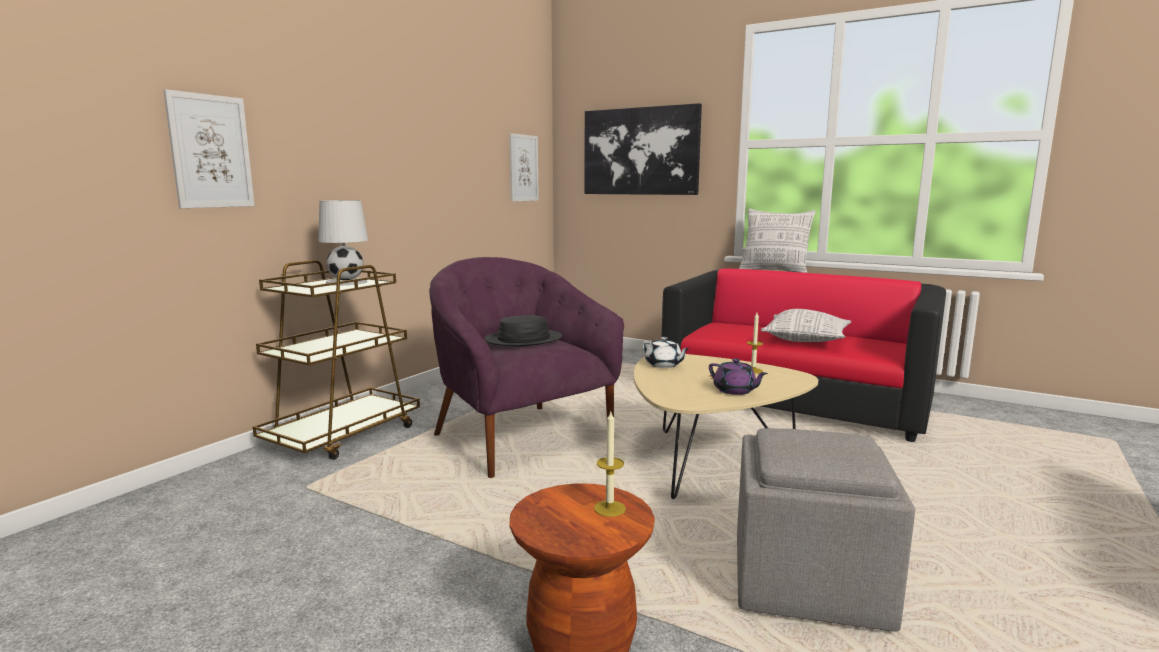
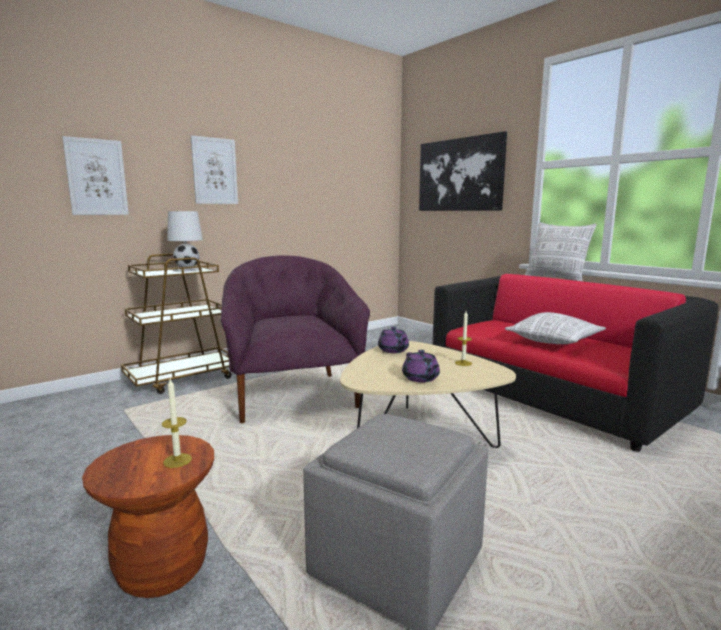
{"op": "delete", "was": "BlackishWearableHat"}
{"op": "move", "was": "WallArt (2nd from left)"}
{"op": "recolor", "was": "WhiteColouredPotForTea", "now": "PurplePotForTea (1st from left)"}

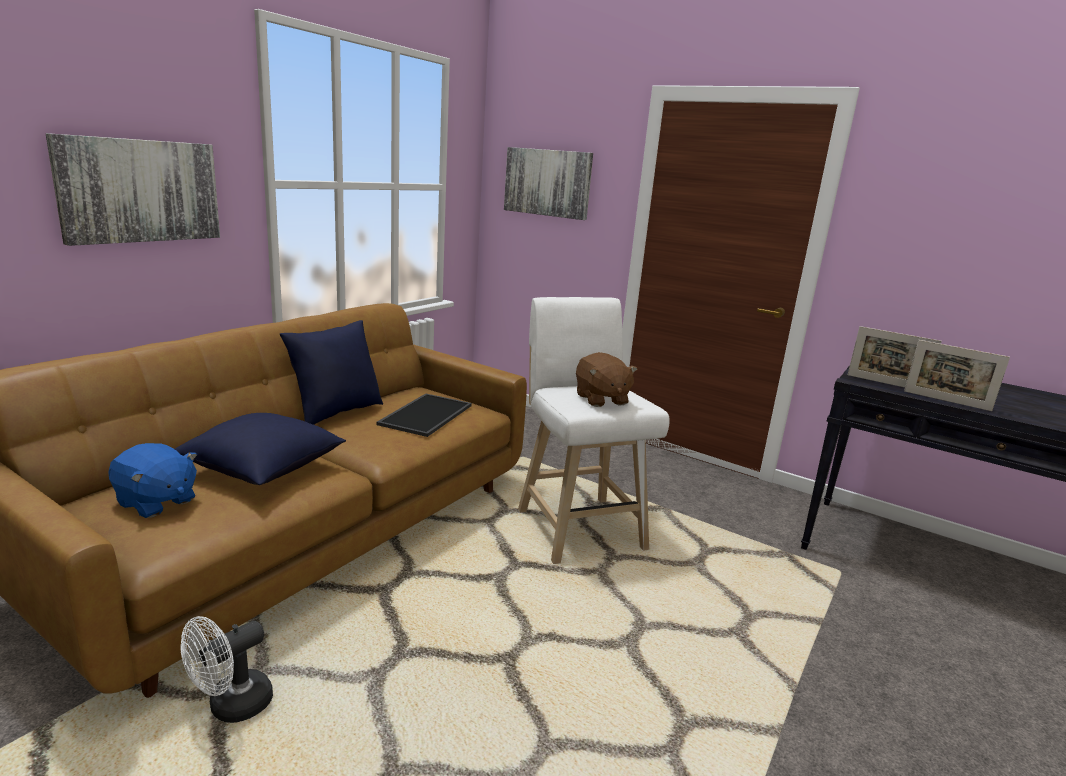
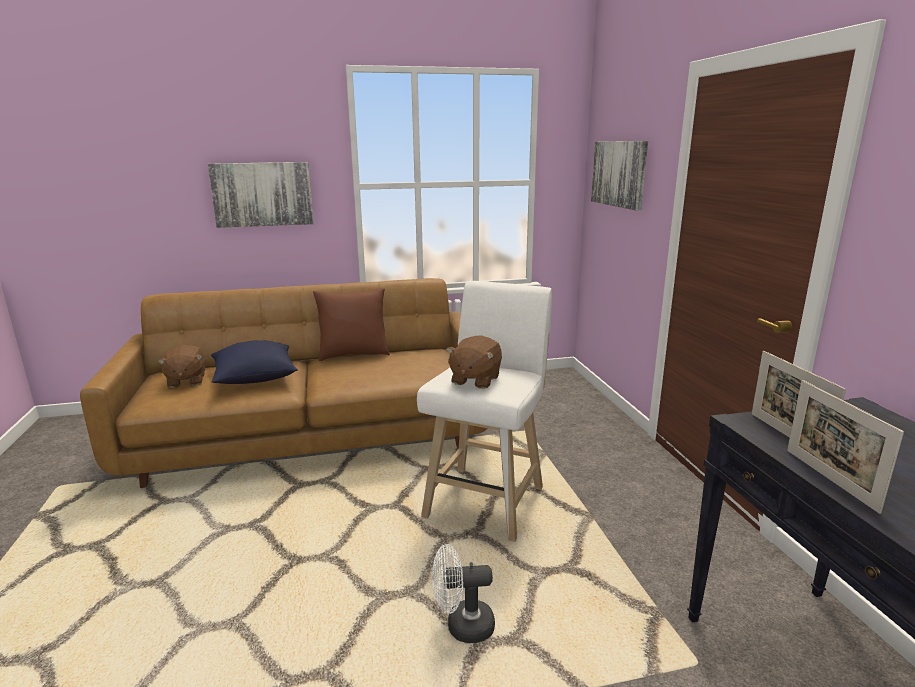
{"op": "recolor", "was": "BlueSoftToy", "now": "BrownColouredSoftToy (1st from left)"}
{"op": "move", "was": "WhiteColouredCoolingFan"}
{"op": "recolor", "was": "BlueCushion (2nd from left)", "now": "BrownColouredCushion"}
{"op": "delete", "was": "Tray"}

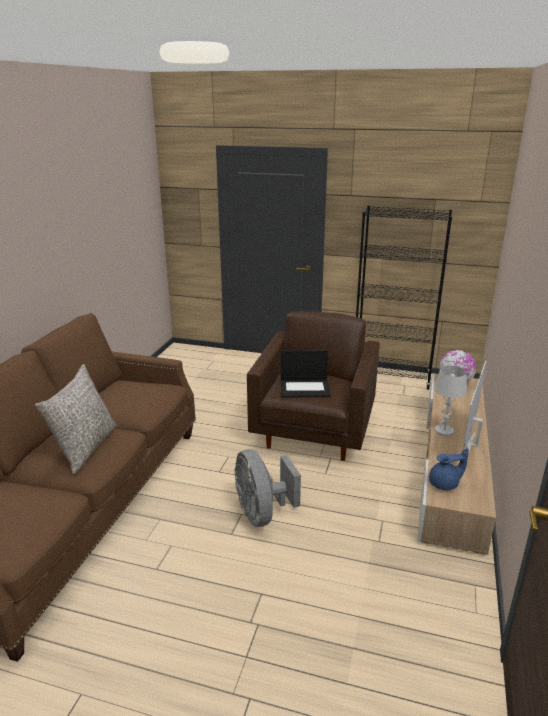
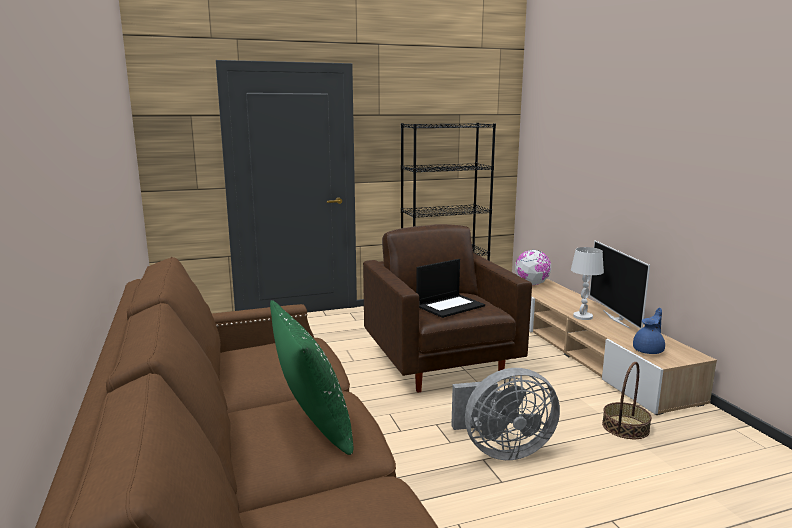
{"op": "recolor", "was": "GreyCushion", "now": "GreenishCushion"}
{"op": "rotate", "was": "GreyCoolingFan", "clockwise": -45}
{"op": "insert", "now": "Basket"}

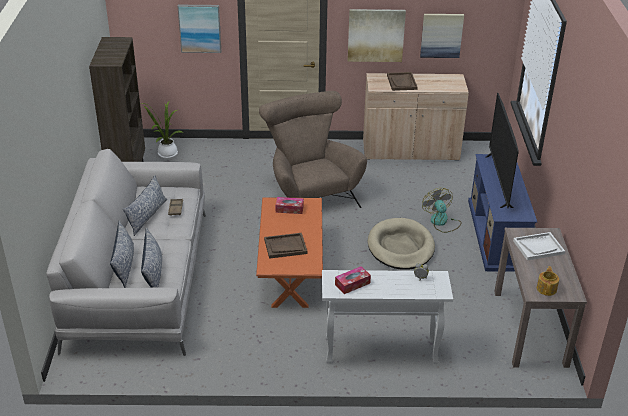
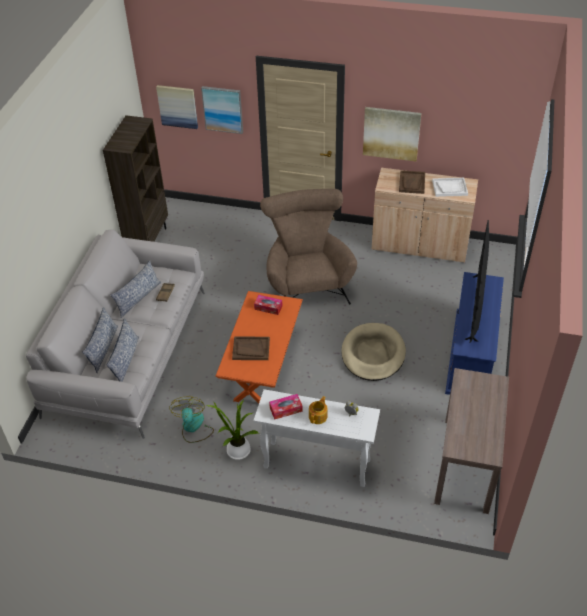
{"op": "move", "was": "PlantInAPot"}
{"op": "move", "was": "WallArt (3rd from left in the first image)", "now": "WallArt (1st from left)"}
{"op": "move", "was": "CoolingFan"}
{"op": "move", "was": "WhiteColouredTray"}
{"op": "move", "was": "PotForTea"}

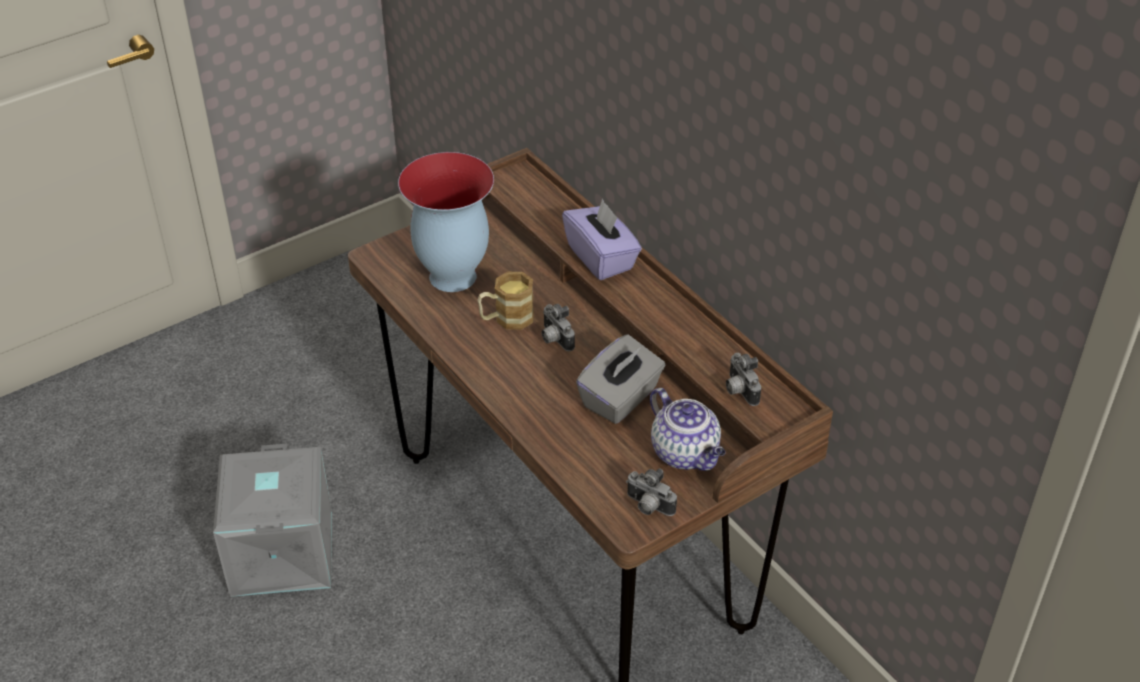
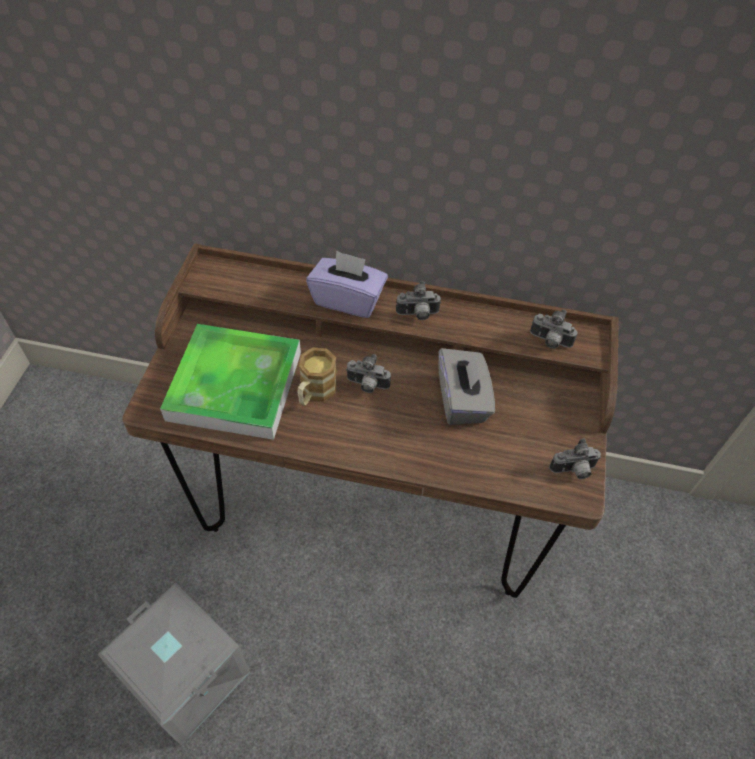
{"op": "replace", "was": "Vase", "now": "Tray"}
{"op": "delete", "was": "PotForTea"}
{"op": "insert", "now": "StillCamera (2nd from left)"}

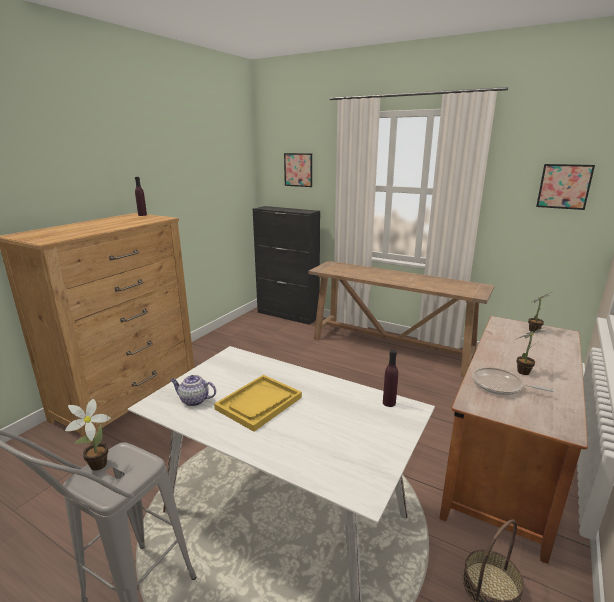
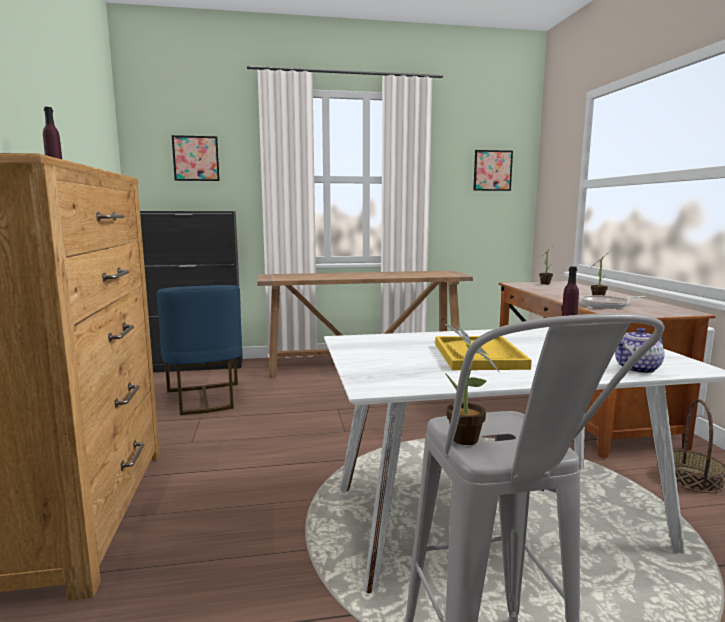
{"op": "move", "was": "PotForTea"}
{"op": "insert", "now": "BlueChair"}

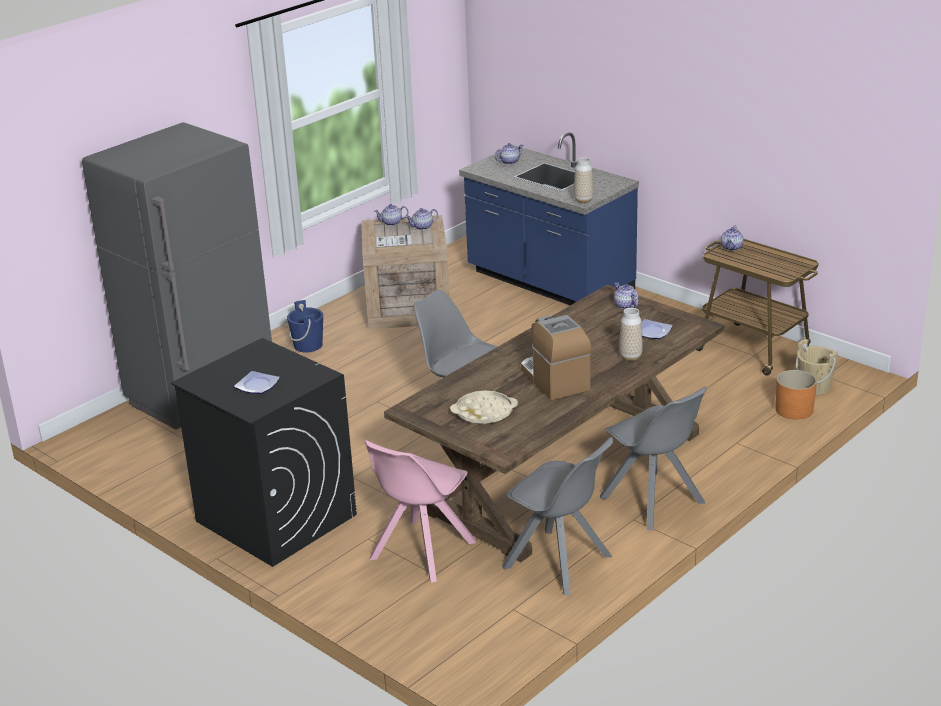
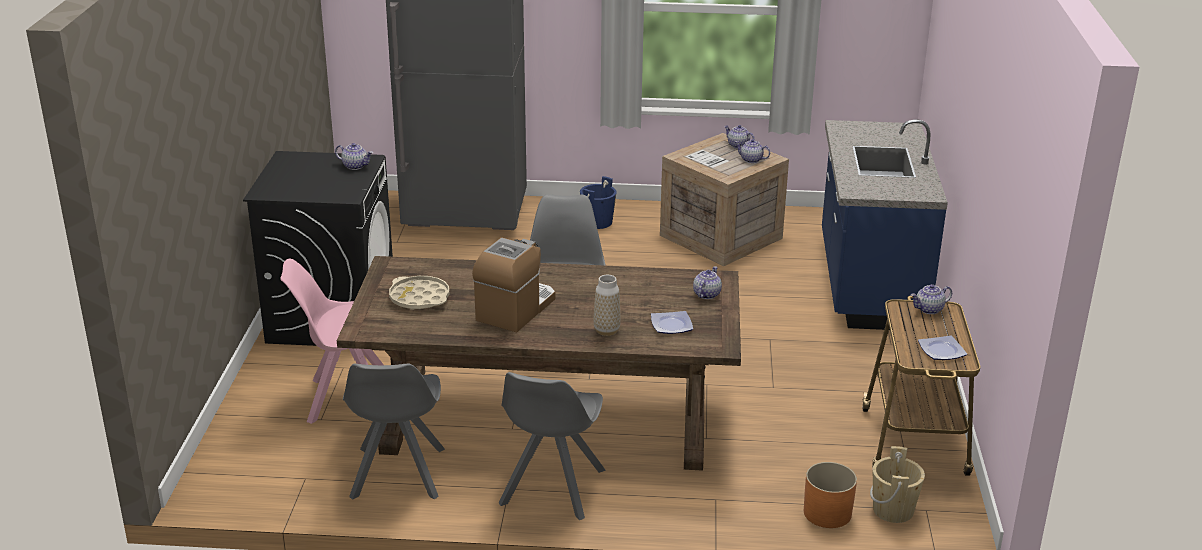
{"op": "move", "was": "Plate (1st from left in the first image)", "now": "Plate (2nd from left)"}
{"op": "move", "was": "PotForTea (3rd from left in the first image)", "now": "PotForTea (1st from left)"}
{"op": "delete", "was": "Vase (1st from left)"}

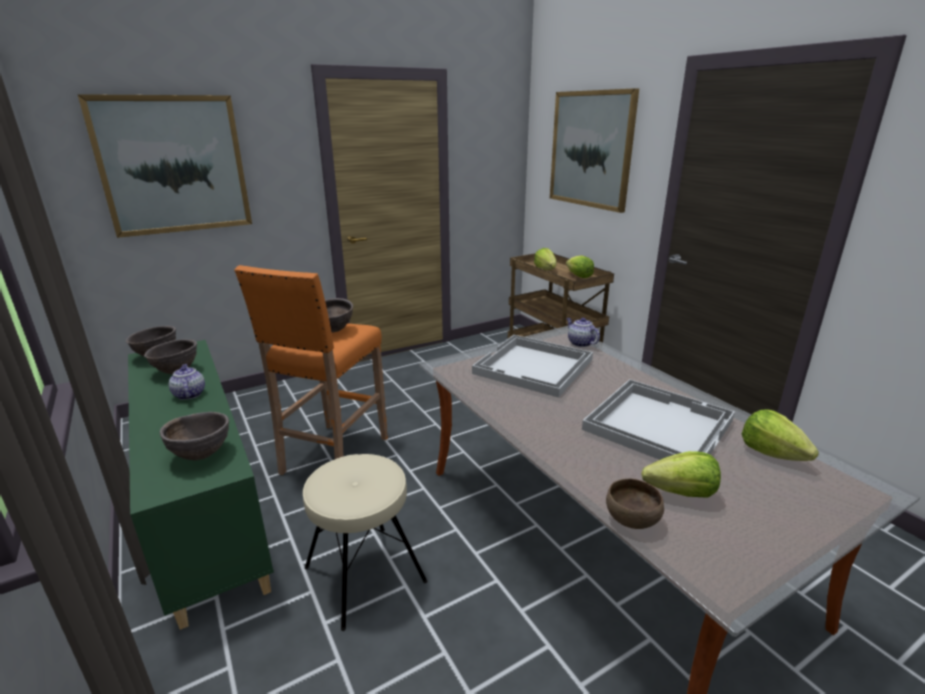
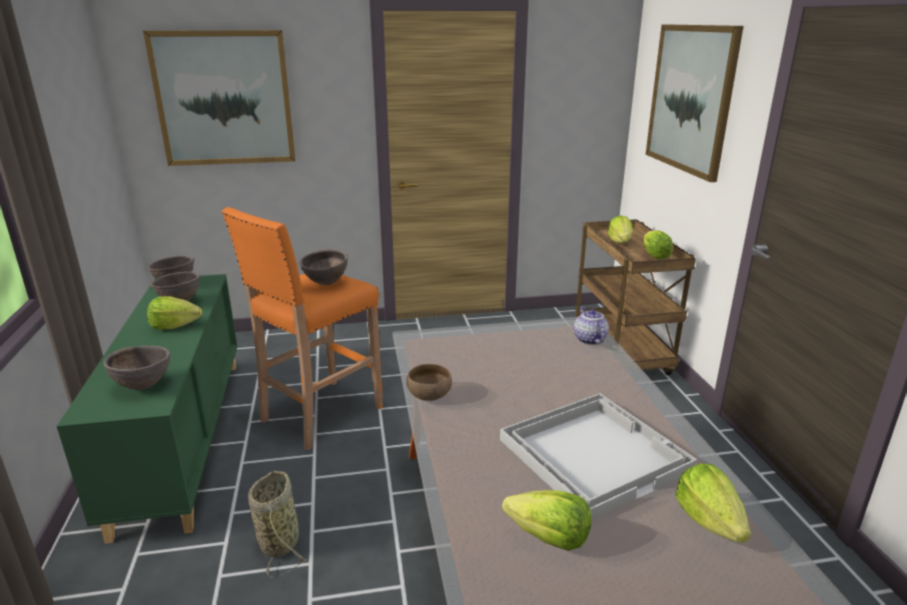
{"op": "replace", "was": "PotForTea (1st from left)", "now": "LettuceHead (1st from left)"}
{"op": "replace", "was": "BeigeStoolSeat", "now": "Basket"}
{"op": "delete", "was": "WhiteColouredTray (1st from left)"}
{"op": "move", "was": "BrownColouredBowl (5th from left)"}

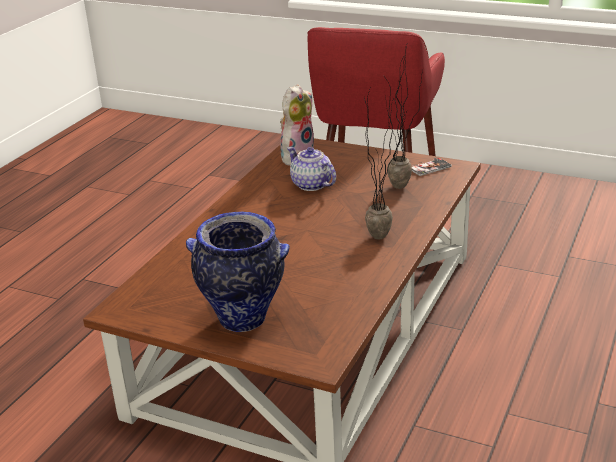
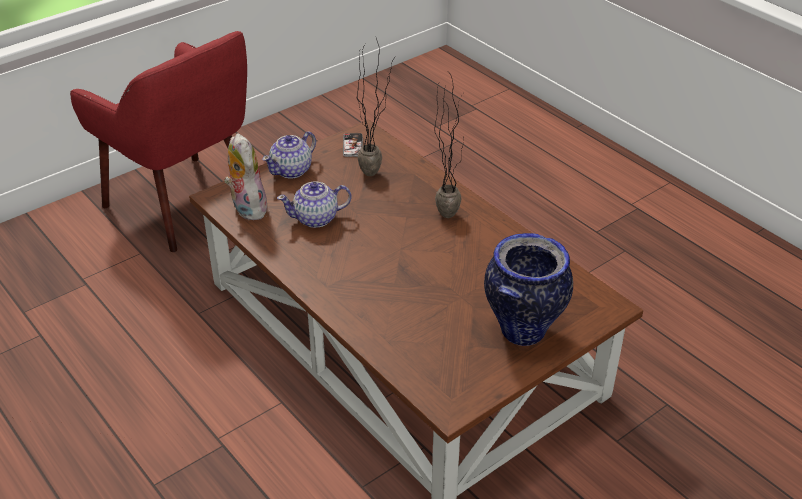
{"op": "insert", "now": "PotForTea (1st from left)"}

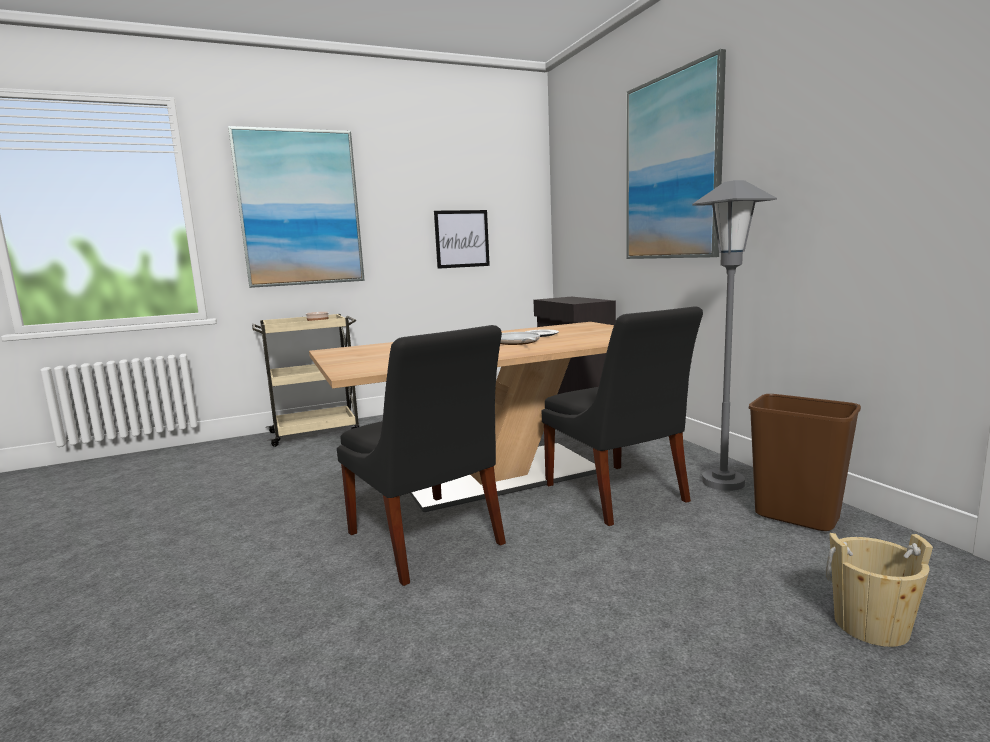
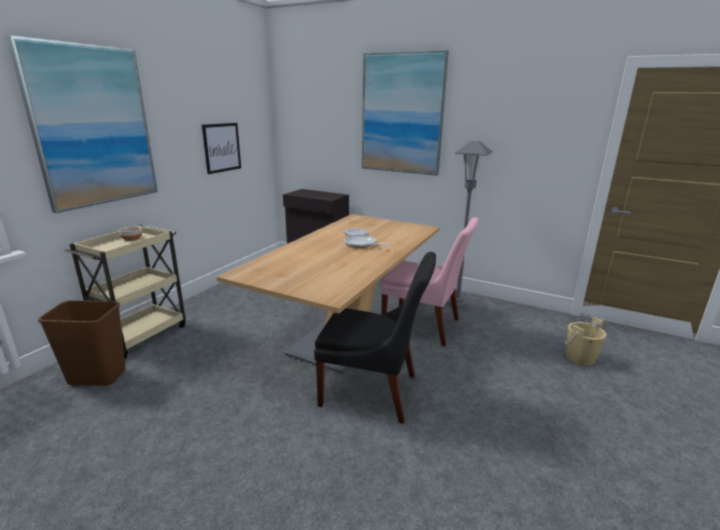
{"op": "recolor", "was": "BlackishChair (2nd from left)", "now": "PinkChair"}
{"op": "move", "was": "BrownColouredRubbishBin"}

